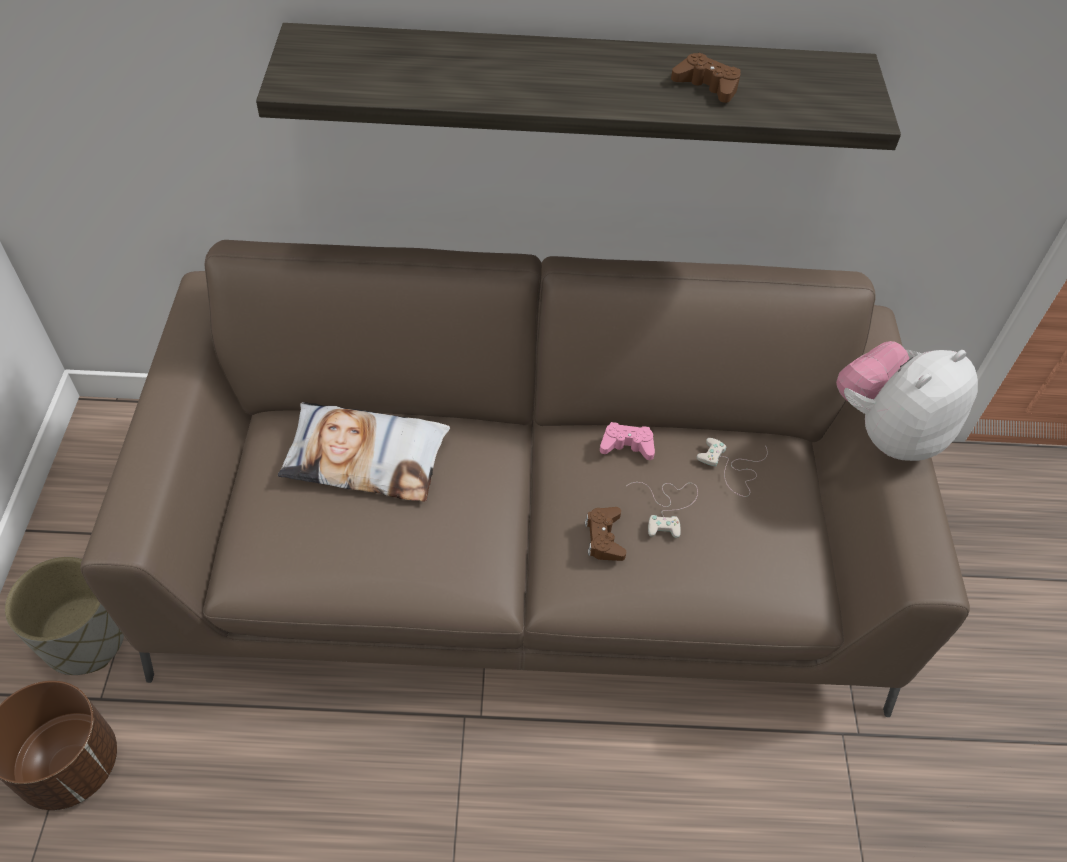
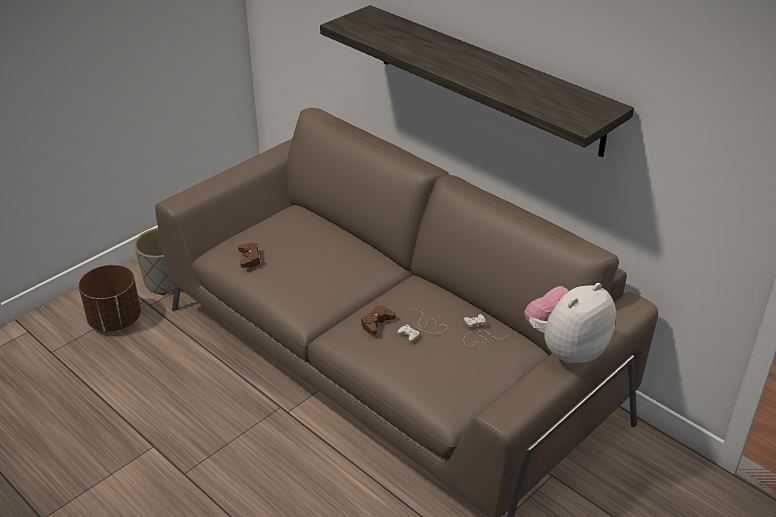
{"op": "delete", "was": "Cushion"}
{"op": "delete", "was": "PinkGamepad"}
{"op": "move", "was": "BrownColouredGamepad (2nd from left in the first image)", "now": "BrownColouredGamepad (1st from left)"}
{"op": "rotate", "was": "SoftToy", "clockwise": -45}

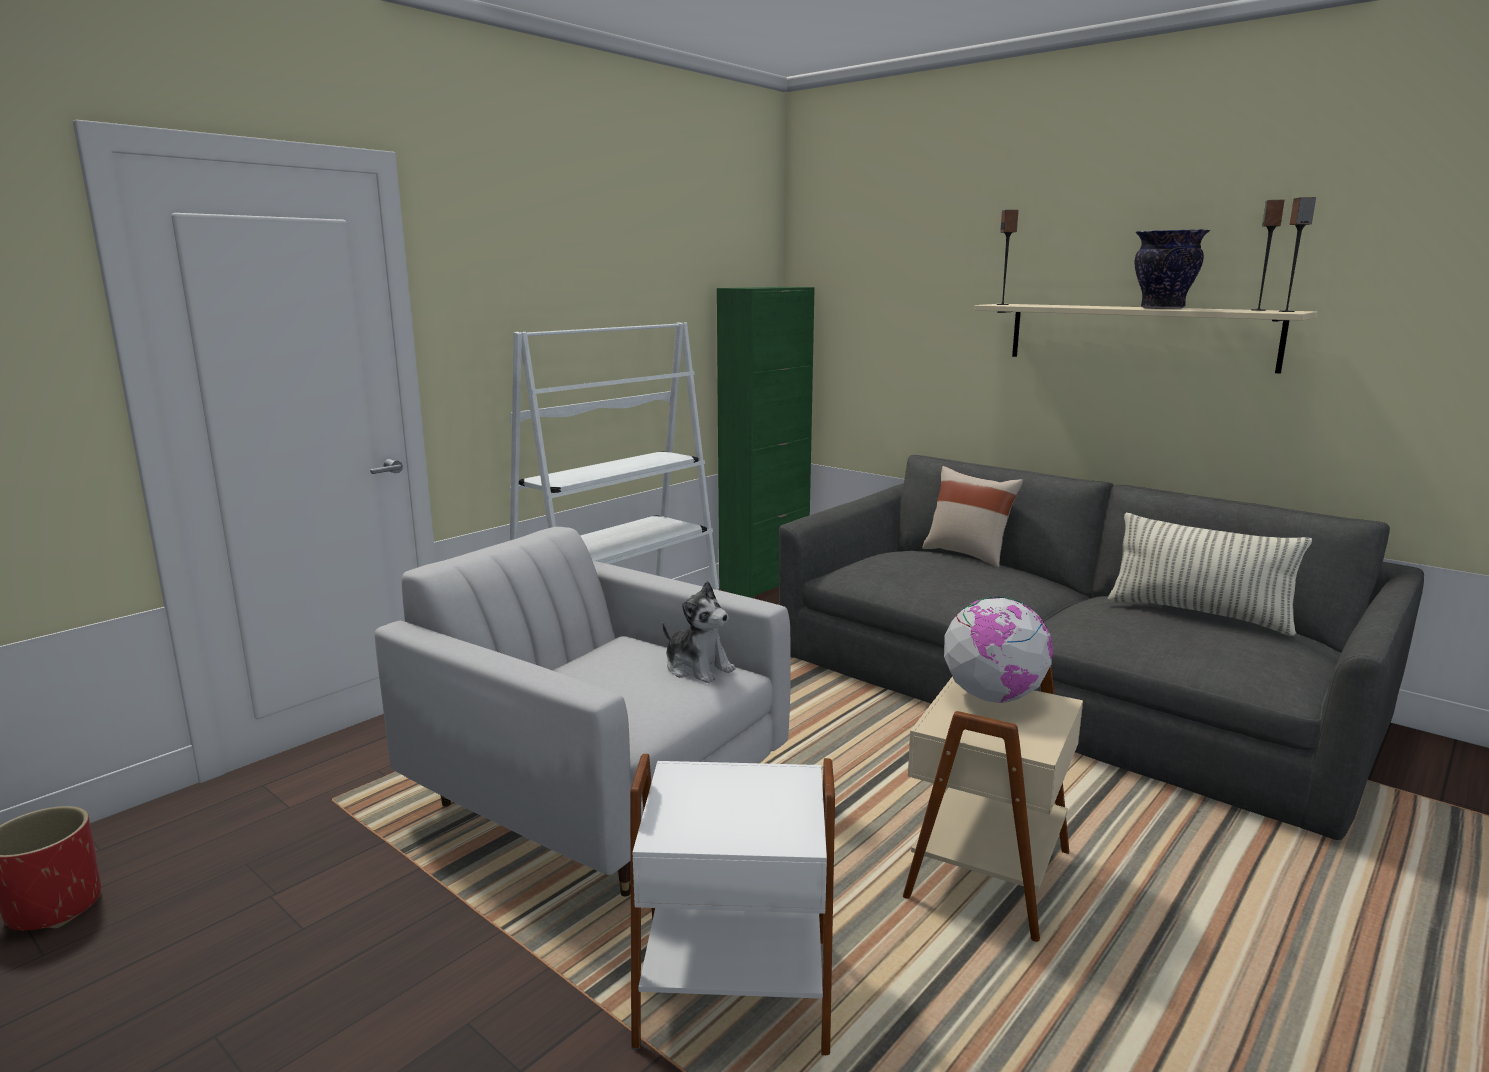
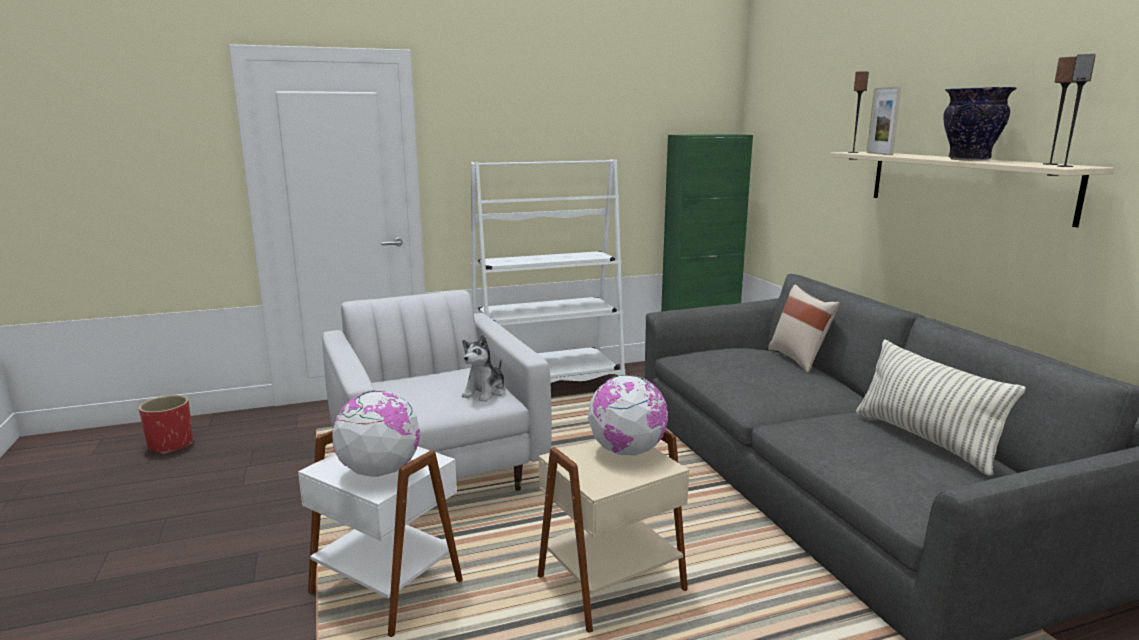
{"op": "rotate", "was": "SoftToy", "clockwise": 45}
{"op": "insert", "now": "Globe (1st from left)"}
{"op": "insert", "now": "StandingFrame"}

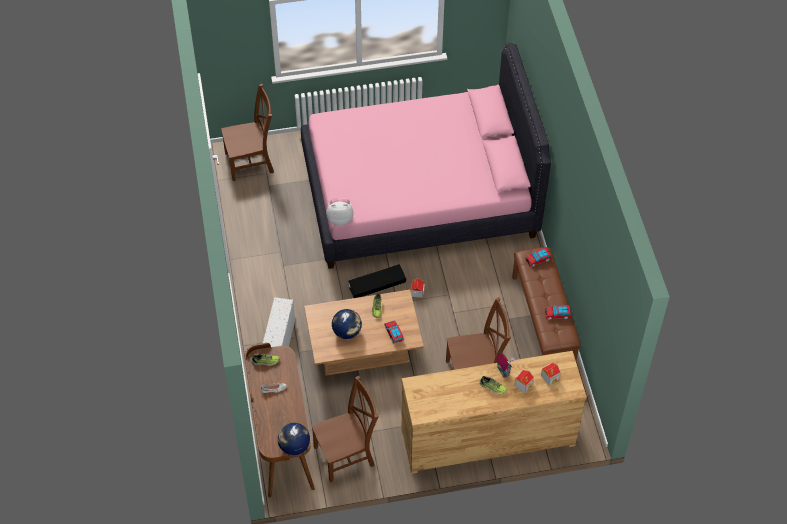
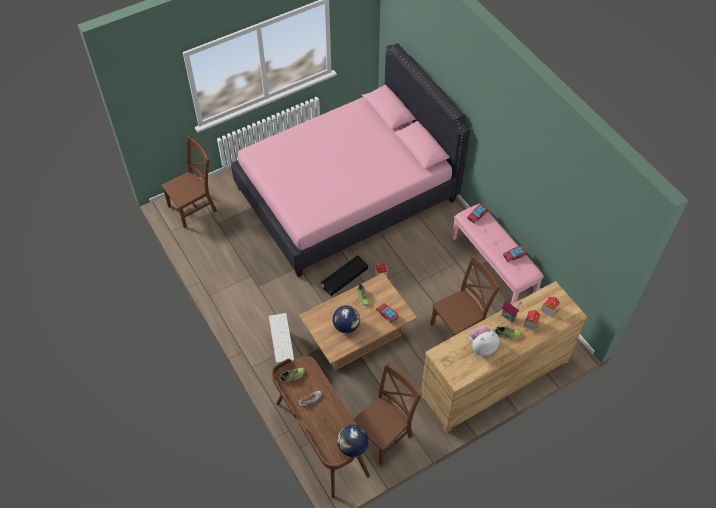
{"op": "move", "was": "SoftToy"}
{"op": "recolor", "was": "BrownColouredIndoorBench", "now": "PinkIndoorBench"}

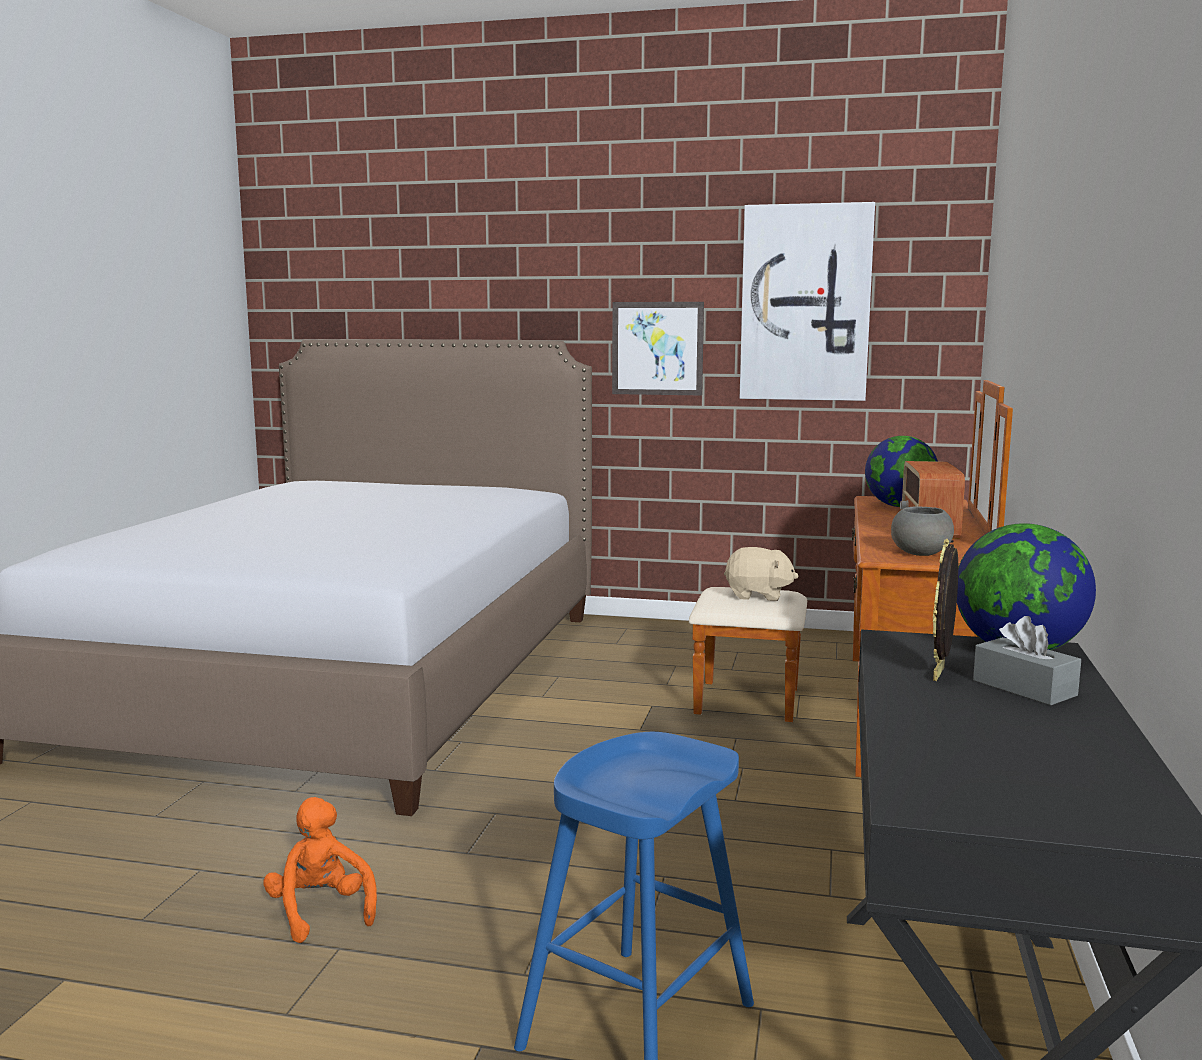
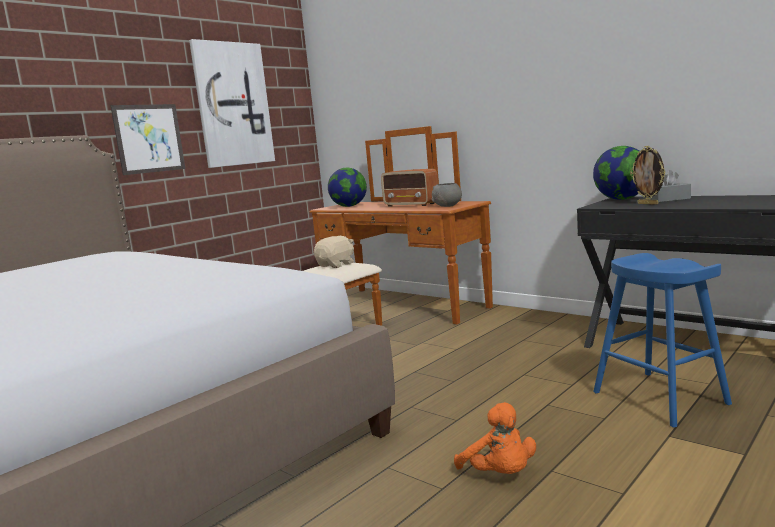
{"op": "rotate", "was": "OrangeColouredSoftToy", "clockwise": -120}

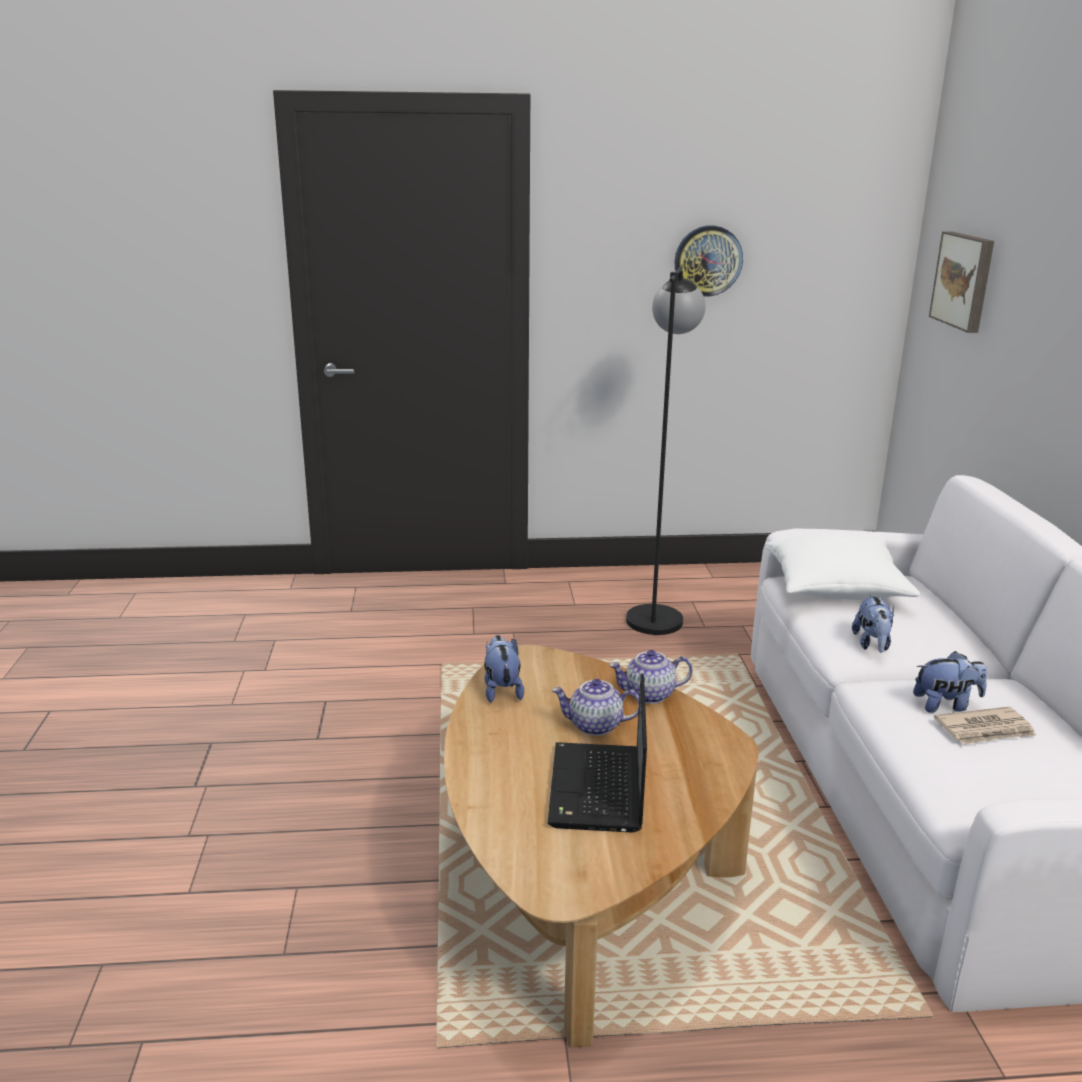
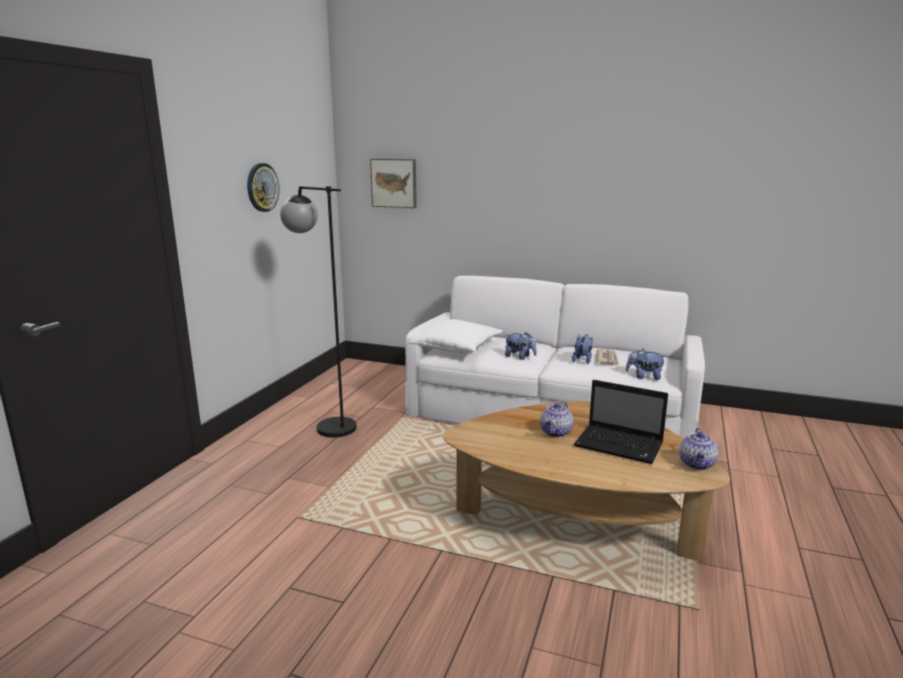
{"op": "move", "was": "SoftToy (1st from left in the first image)", "now": "SoftToy (3rd from left)"}
{"op": "move", "was": "PotForTea (2nd from left)"}

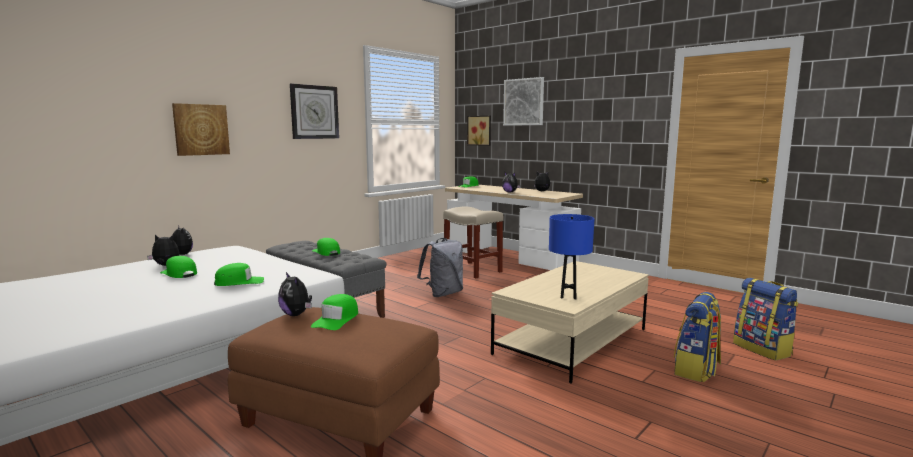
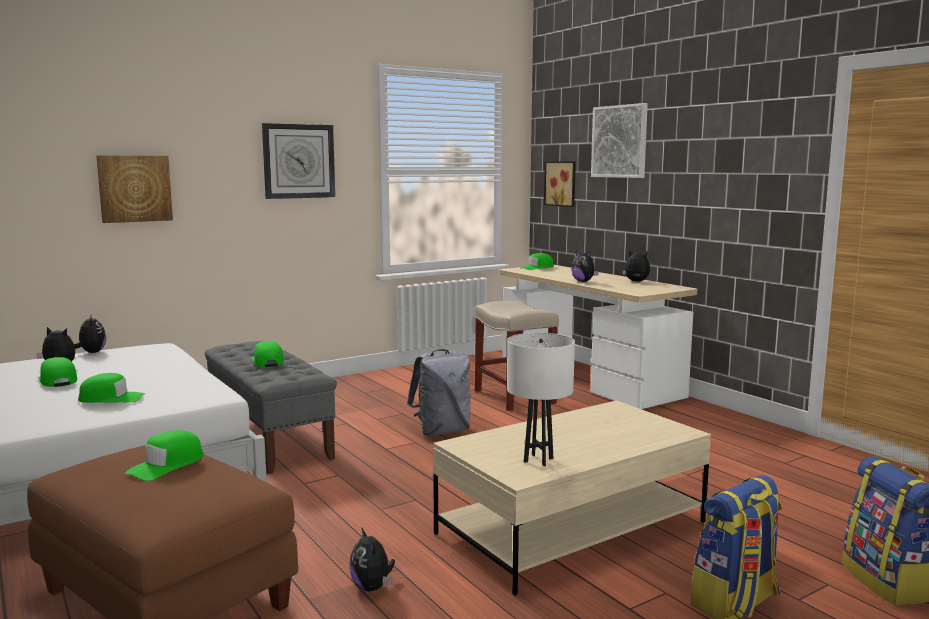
{"op": "move", "was": "SoftToy (3rd from left)"}
{"op": "recolor", "was": "BlueLampForATable", "now": "WhiteColouredLampForATable"}

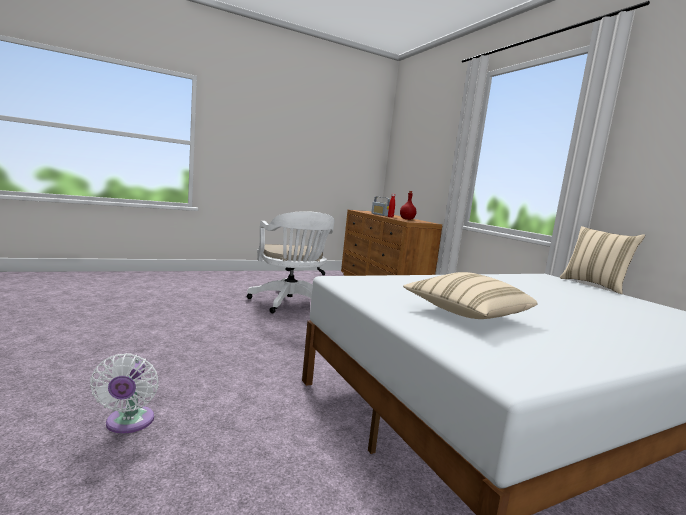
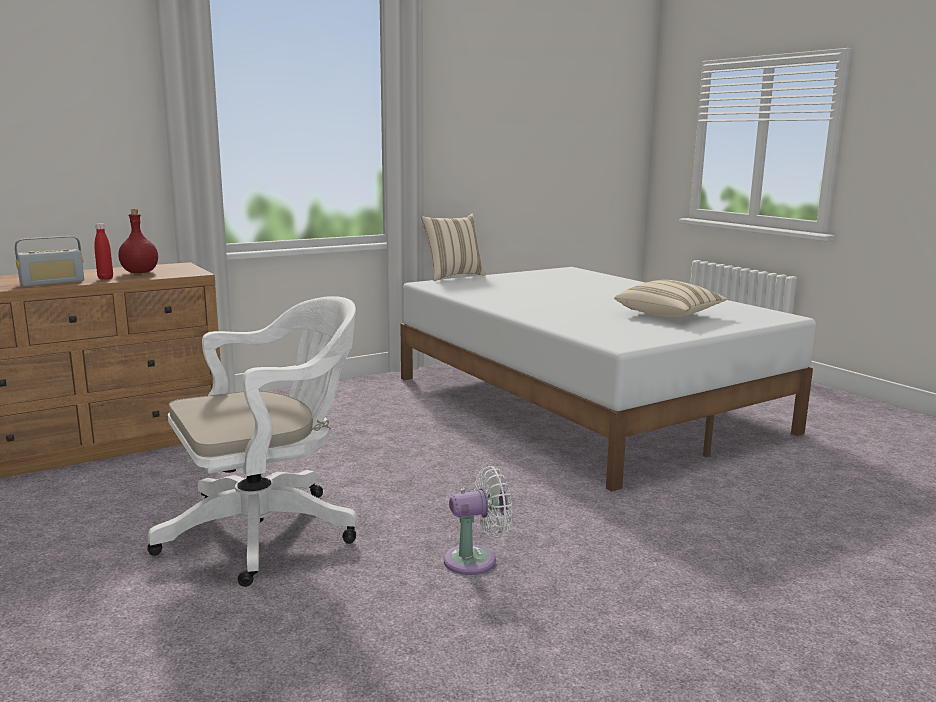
{"op": "move", "was": "WhiteColouredCoolingFan"}

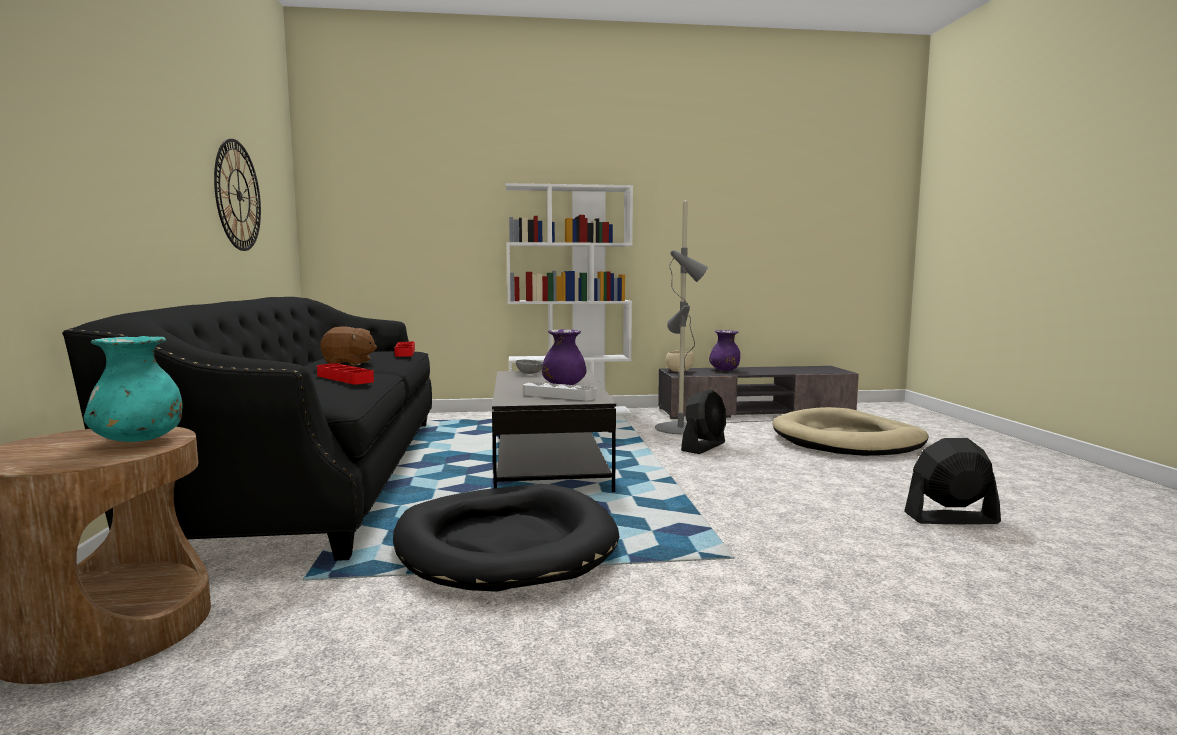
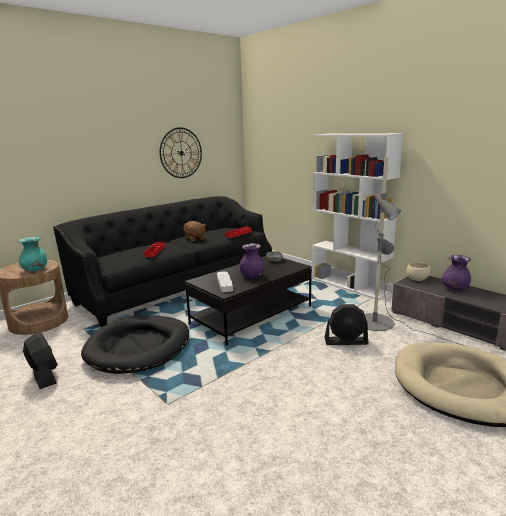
{"op": "move", "was": "BlackishCoolingFan (2nd from left in the first image)", "now": "BlackishCoolingFan (1st from left)"}

